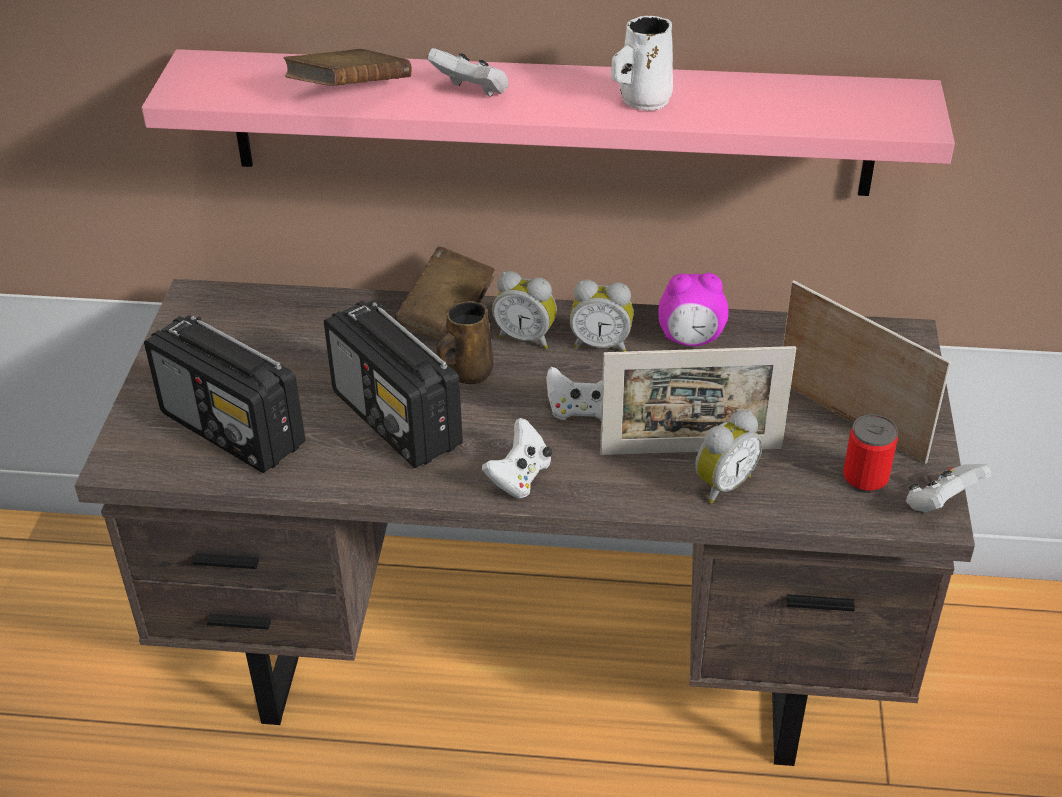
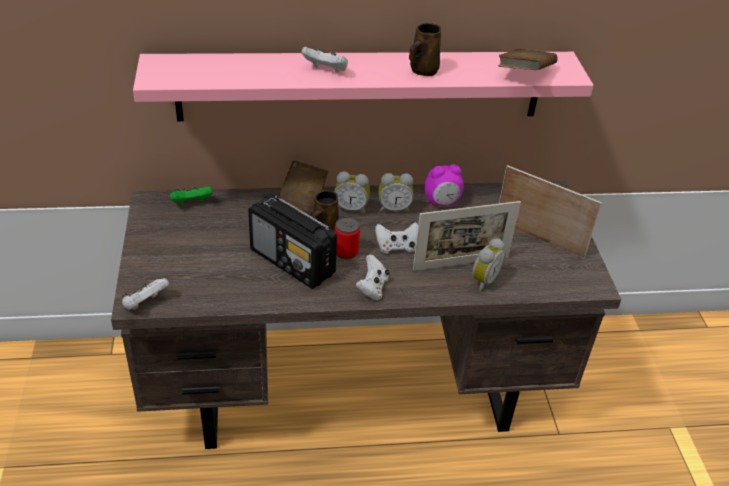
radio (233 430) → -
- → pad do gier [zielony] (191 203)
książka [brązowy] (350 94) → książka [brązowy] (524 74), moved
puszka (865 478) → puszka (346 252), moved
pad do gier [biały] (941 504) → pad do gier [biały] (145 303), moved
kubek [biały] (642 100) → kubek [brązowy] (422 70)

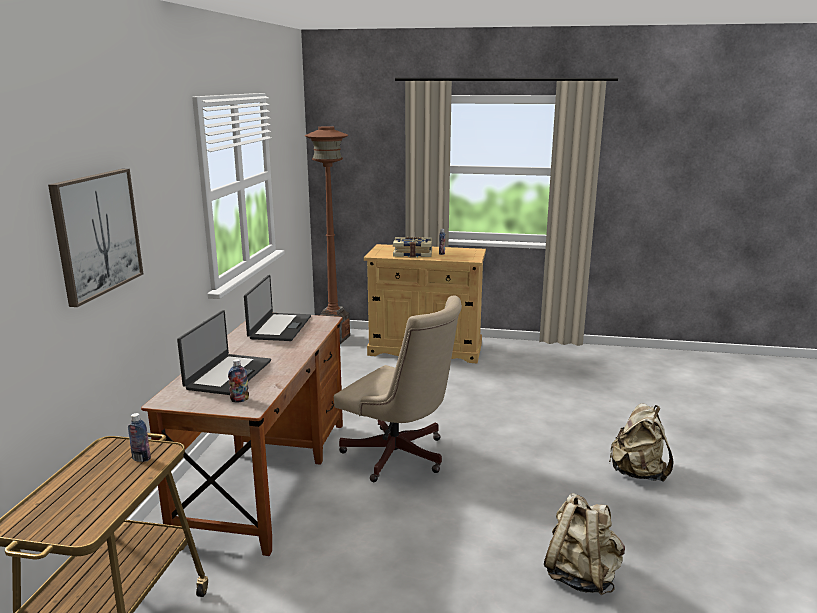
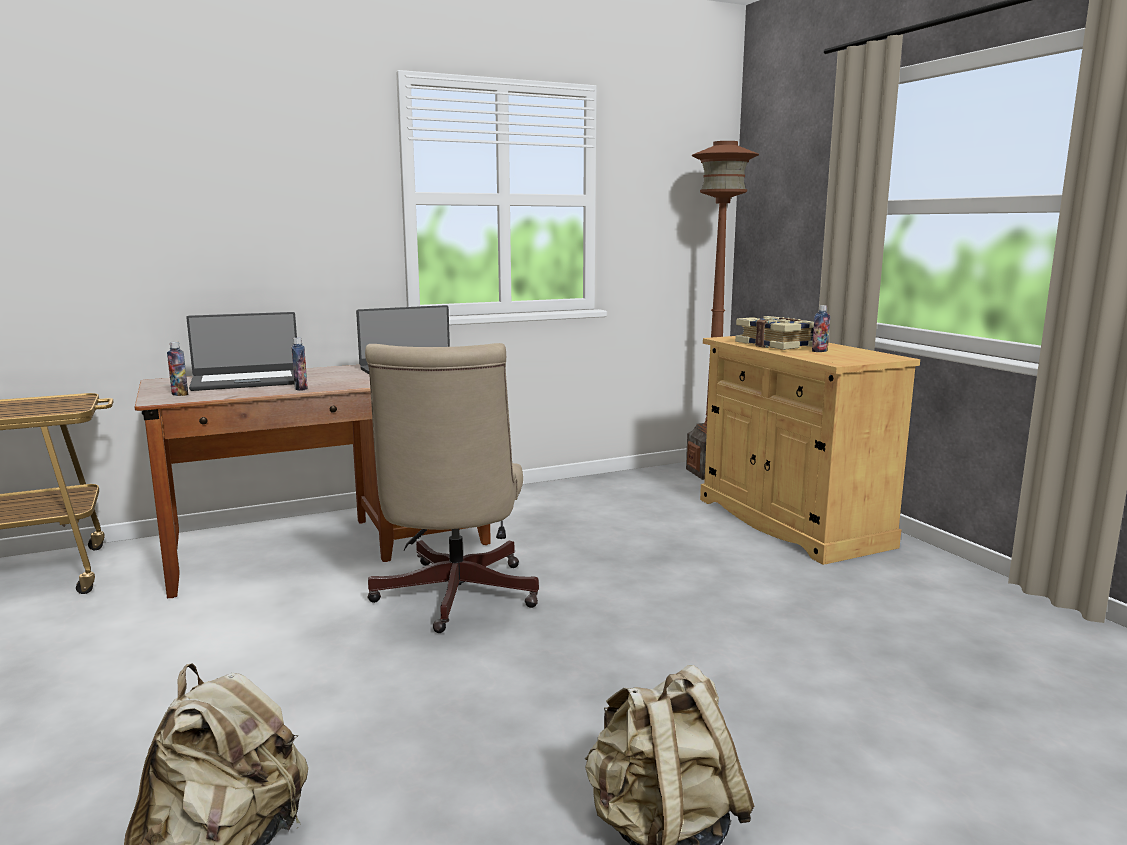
obraz (97 234) → -
butelka (141 458) → butelka (301 388), moved

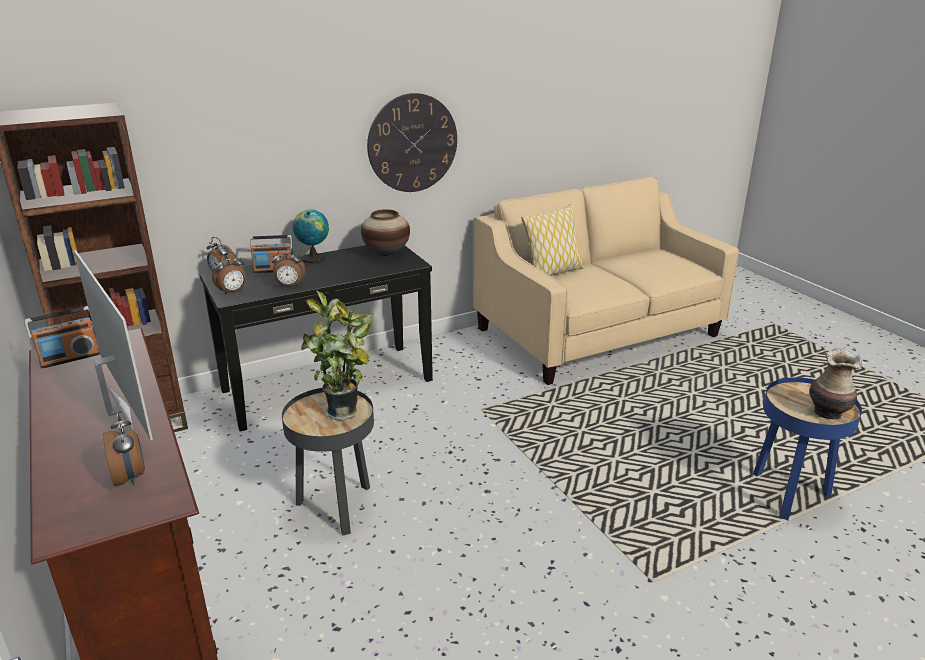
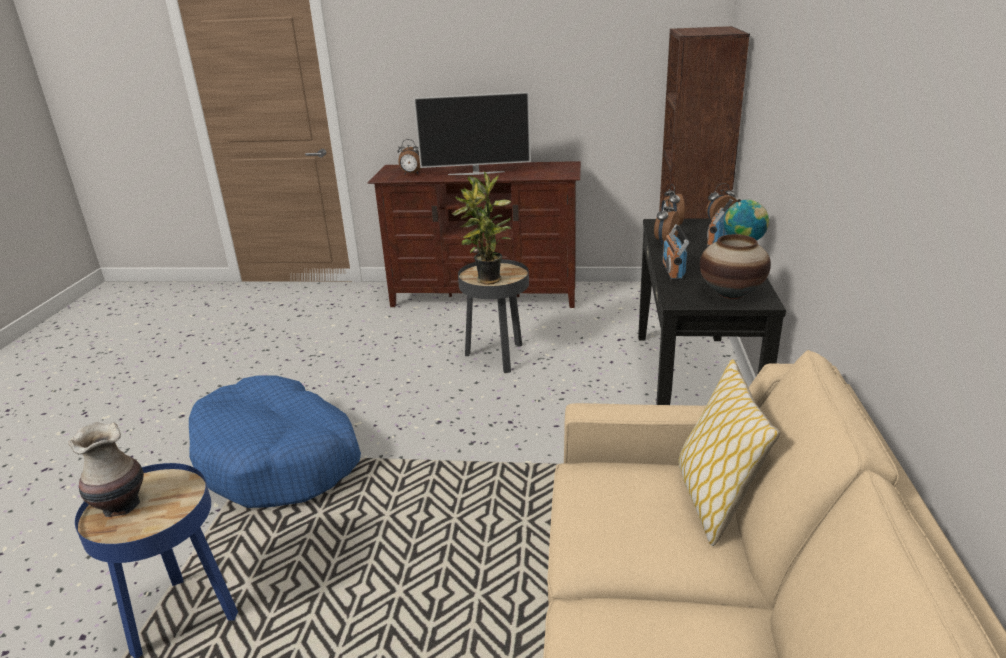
zegar ścienny (412 143) → -
- → legowisko [niebieski] (278 459)
radio (70 358) → radio (672 271), moved

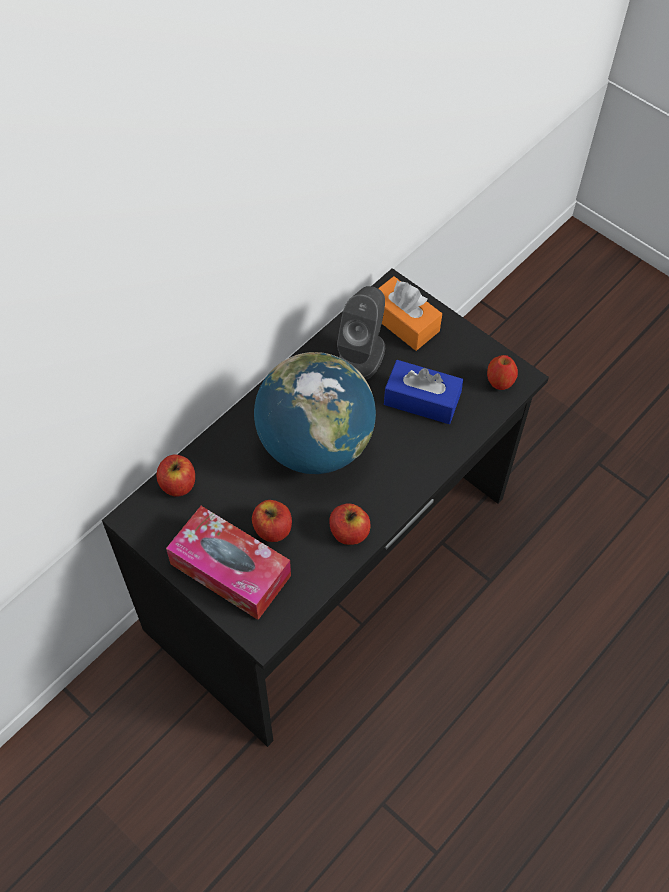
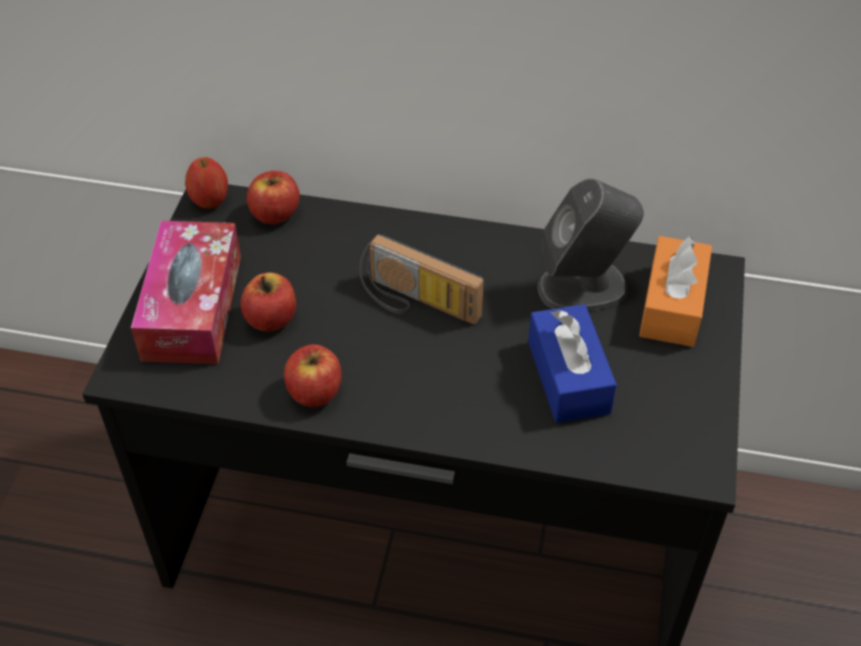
jabłko (499 382) → jabłko (210 200), moved
globus (315 445) → radio (416 303)

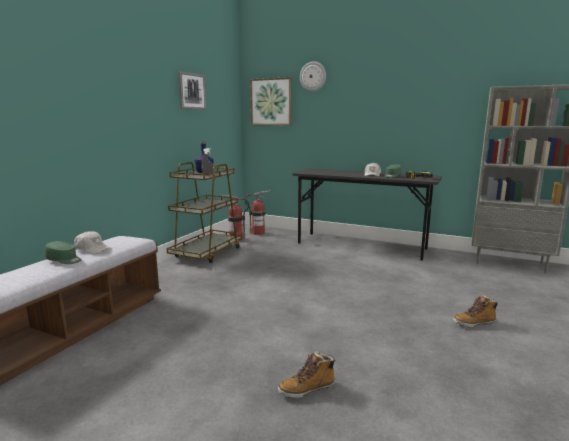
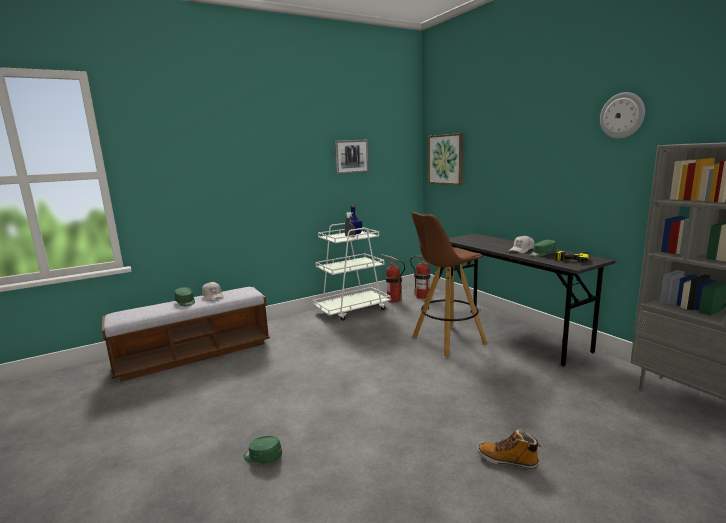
- → stołek [brązowy] (447 340)
zegar ścienny (313 76) → zegar ścienny (622 115), moved
but z cholewką (307 389) → czapka z daszkiem [zielony] (262 457)
wózek [brązowy] (207 253) → wózek [biały] (352 309)

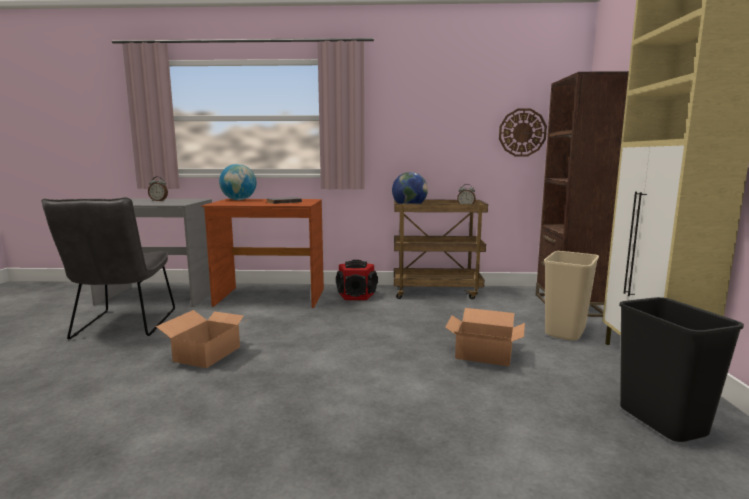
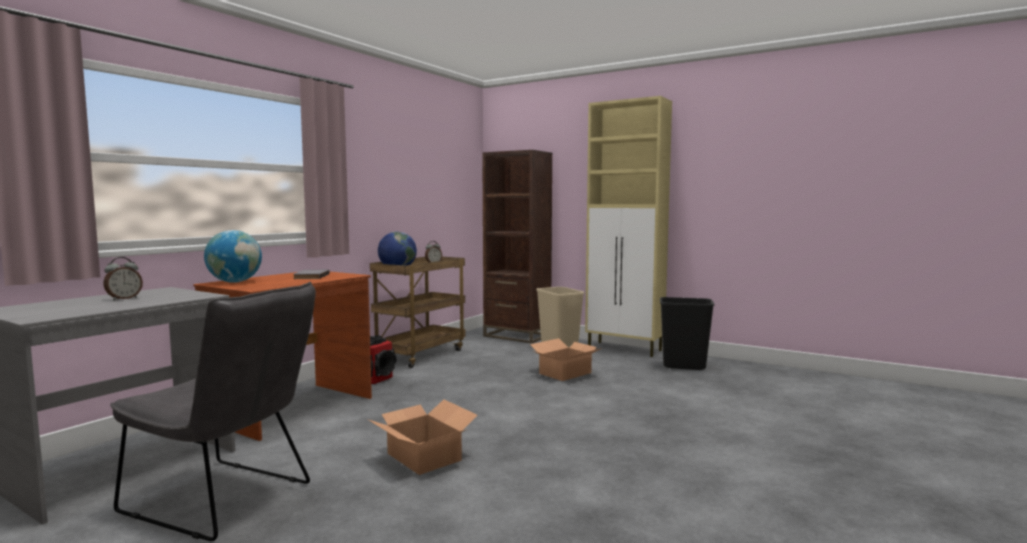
zegar ścienny (522 132) → -

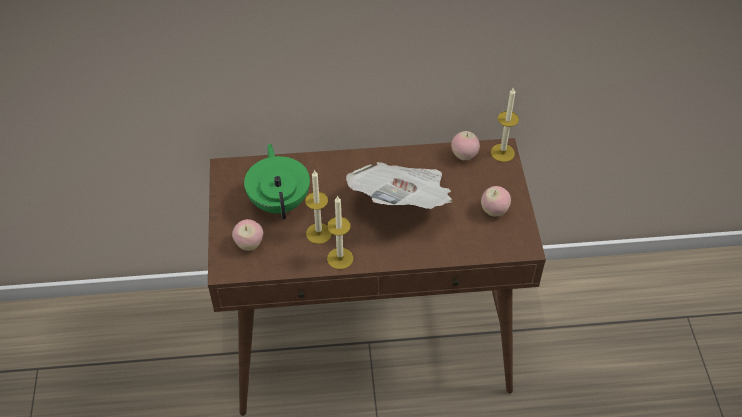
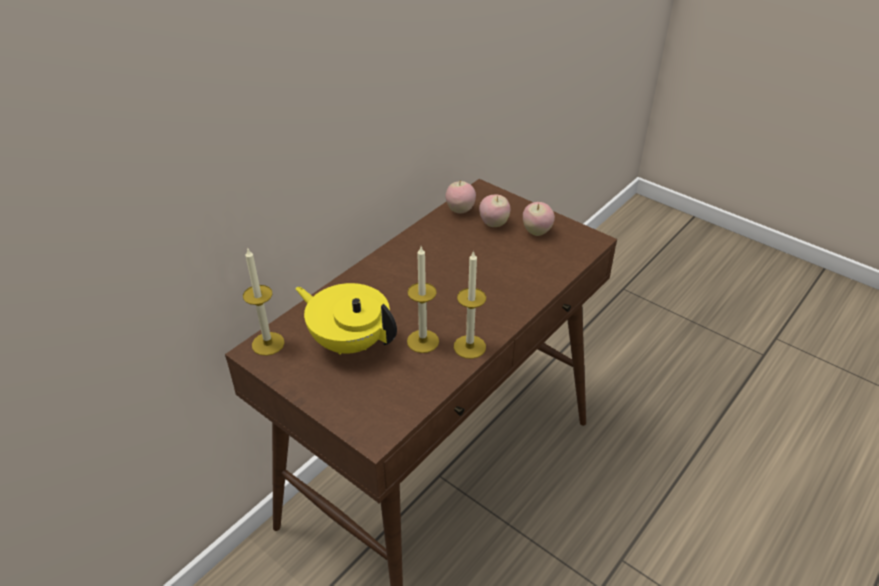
gazeta (403 202) → -
jabłko (249 244) → jabłko (493 224), moved
świeca (502 153) → świeca (268 343), moved
imbryk [zielony] (280 201) → imbryk [żółty] (350 341)

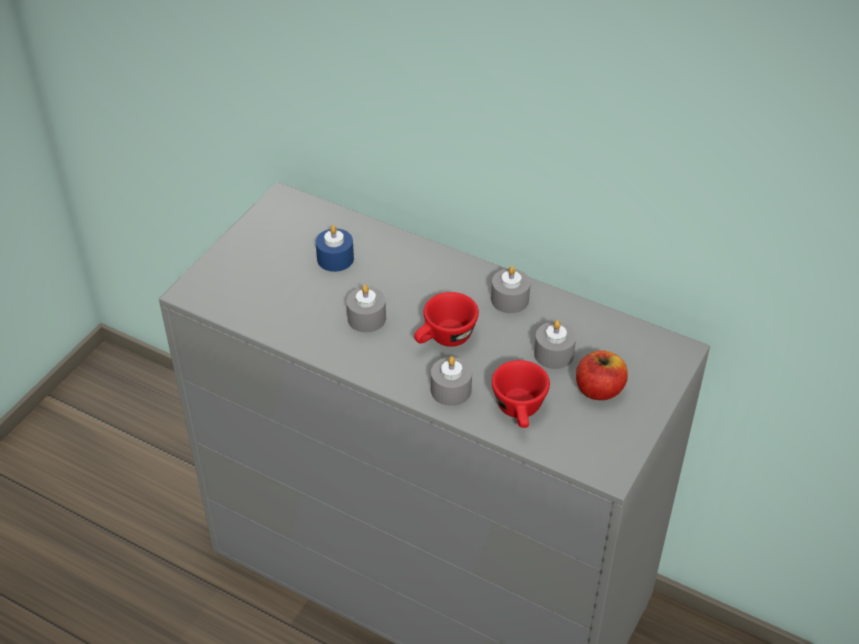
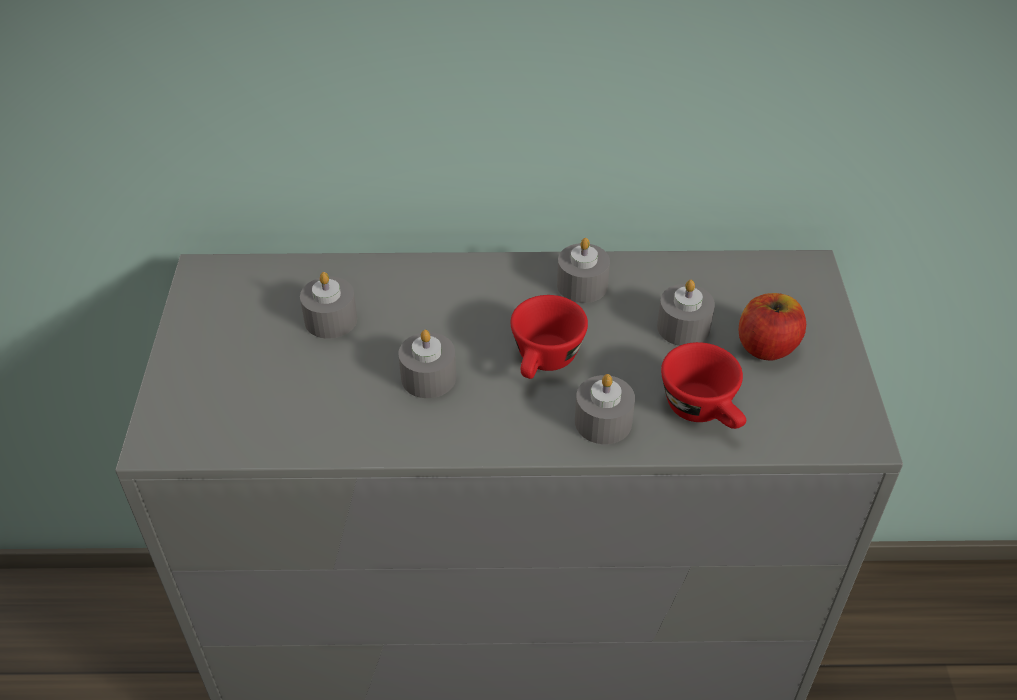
świeca [niebieski] (335 258) → świeca [szary] (331 319)

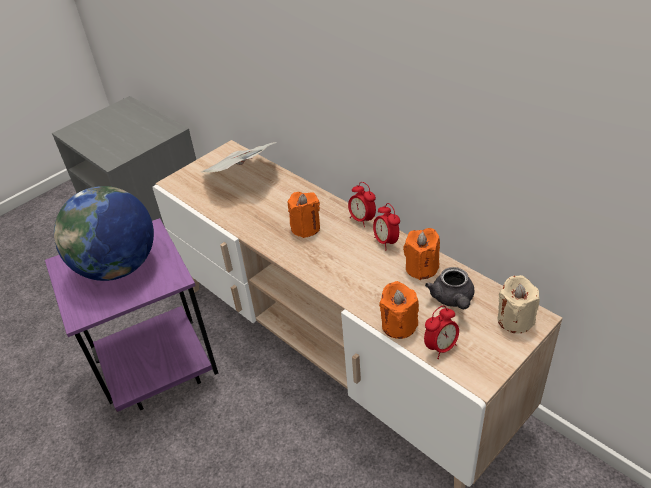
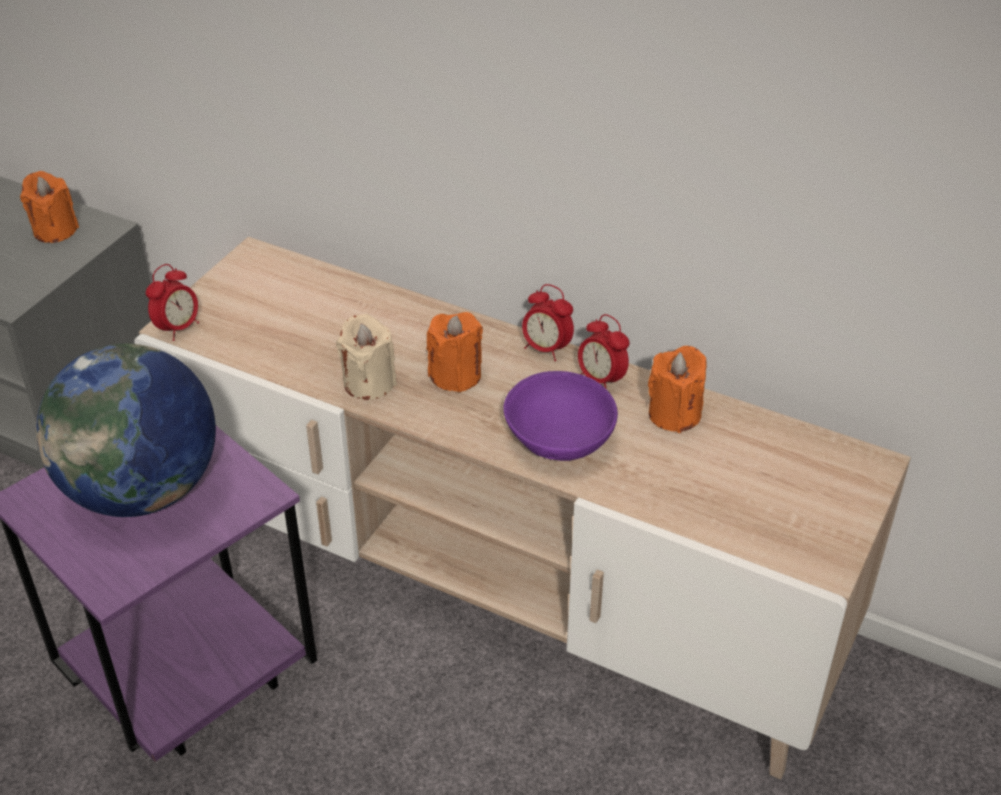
gazeta (241 175) → -
imbryk [szary] (453 299) → -
- → miska [fioletowy] (560 438)
świeca [pomarańczowy] (398 325) → świeca [pomarańczowy] (55 230), moved
budzik (440 347) → budzik (178 328), moved
świeca [beżowy] (515 320) → świeca [beżowy] (369 383), moved

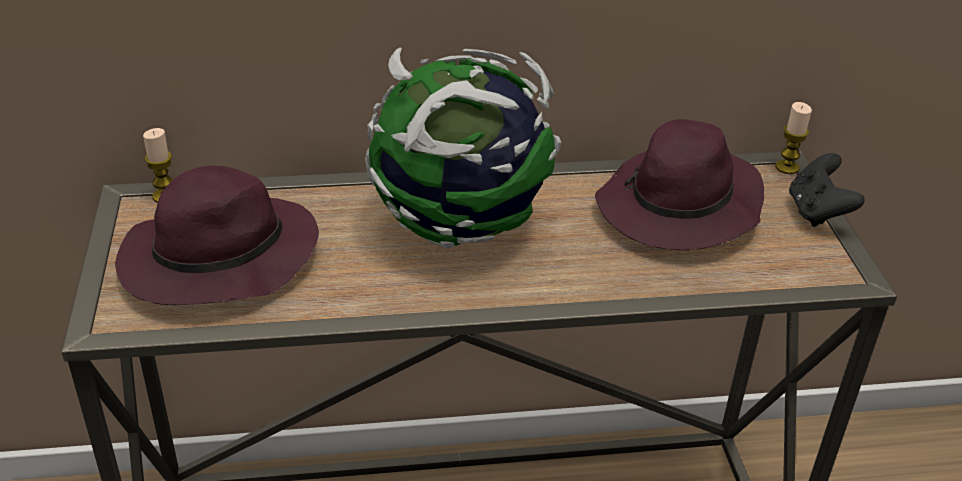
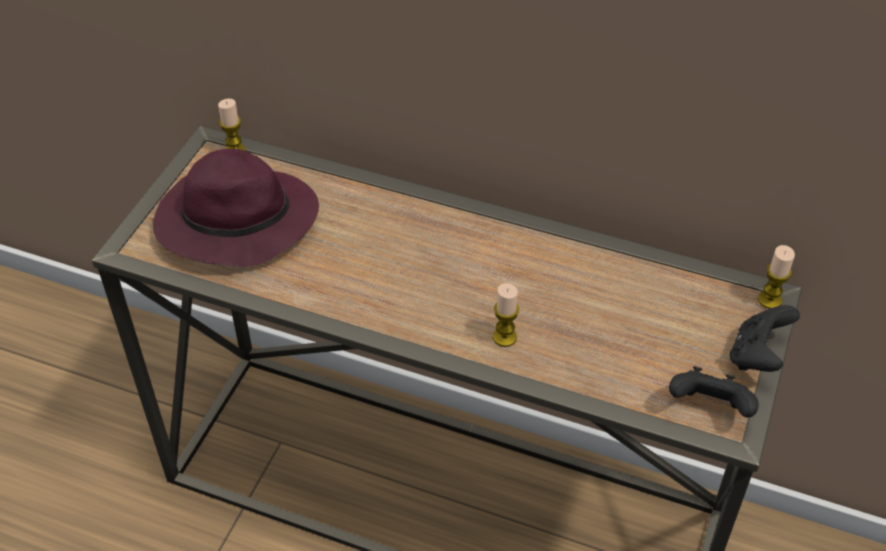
globus (461 227) → -
kapelusz [fioletowy] (679 208) → -
- → świeca (504 337)
- → pad do gier [czarny] (709 408)

